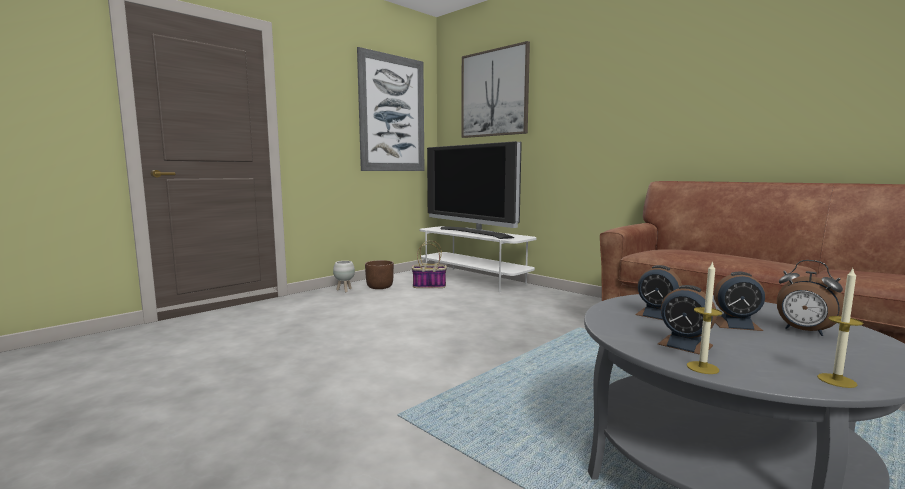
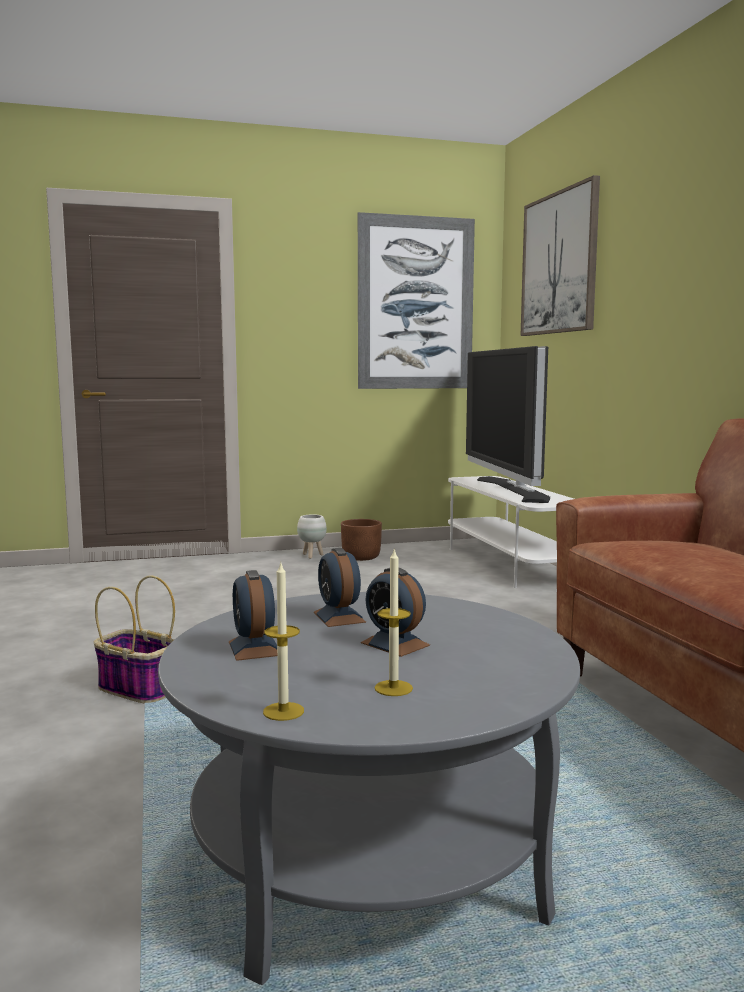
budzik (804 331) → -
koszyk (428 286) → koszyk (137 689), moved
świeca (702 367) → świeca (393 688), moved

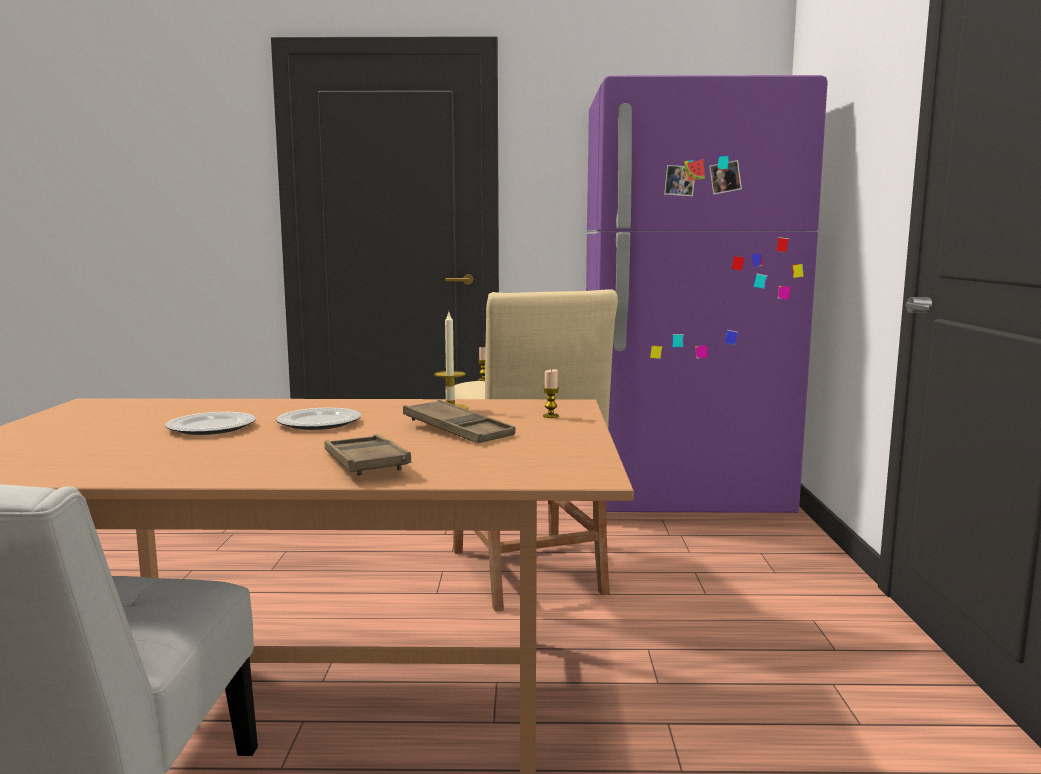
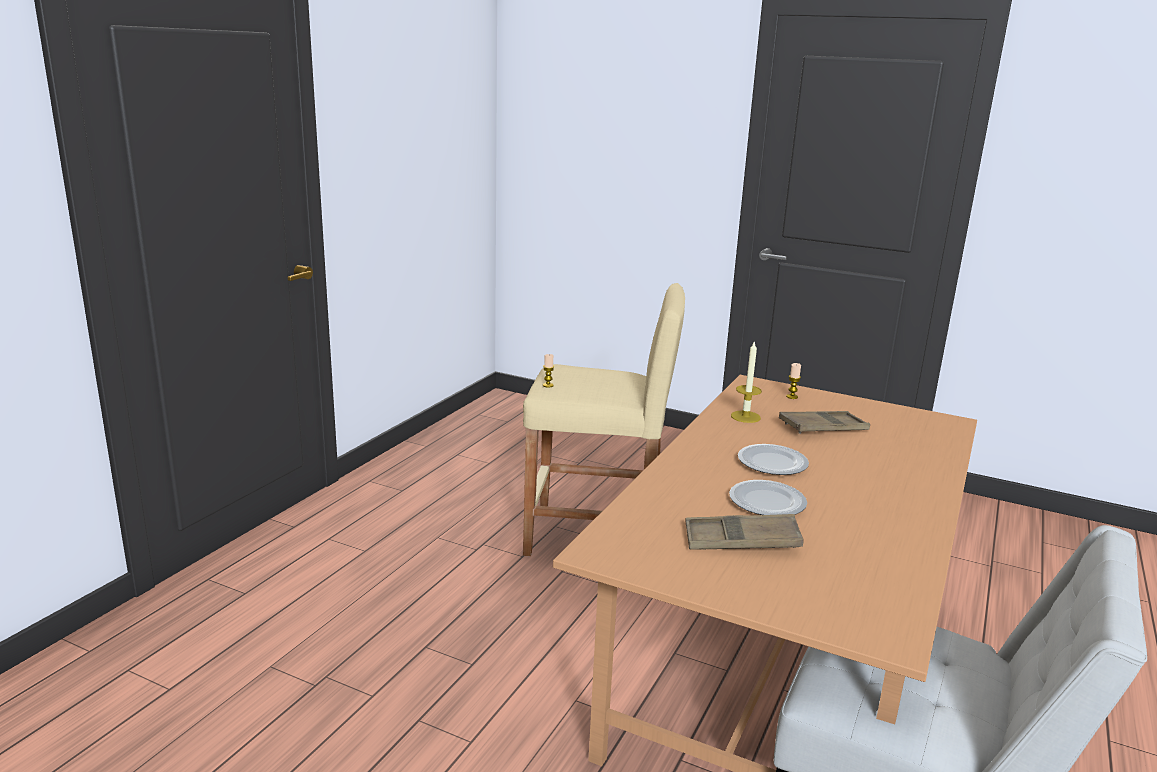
lodówka [fioletowy] (681 496) → -
taca [brązowy] (365 463) → taca [brązowy] (741 541), moved

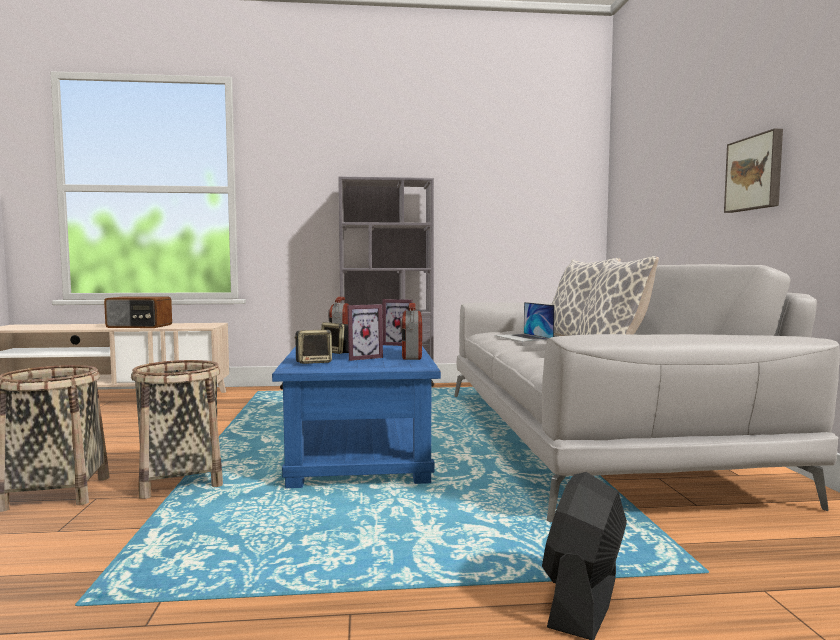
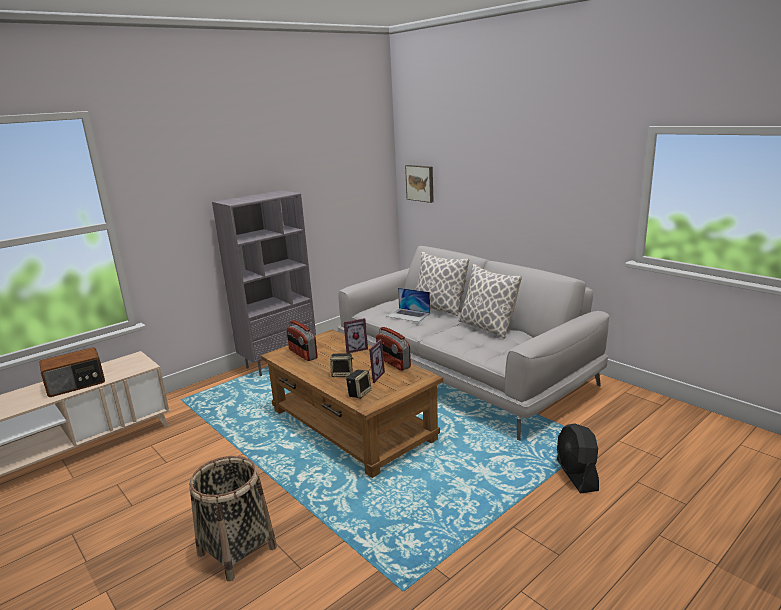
koszyk (181 480) → -
obraz (755 173) → obraz (420 183), moved
ława [niebieski] (360 444) → ława [brązowy] (352 425)

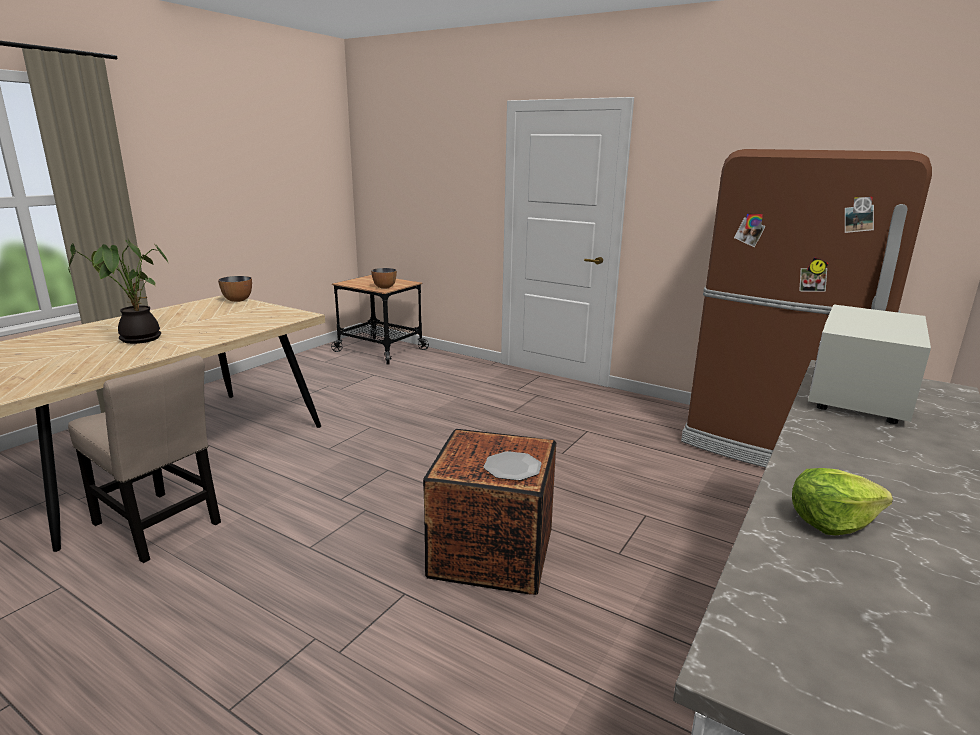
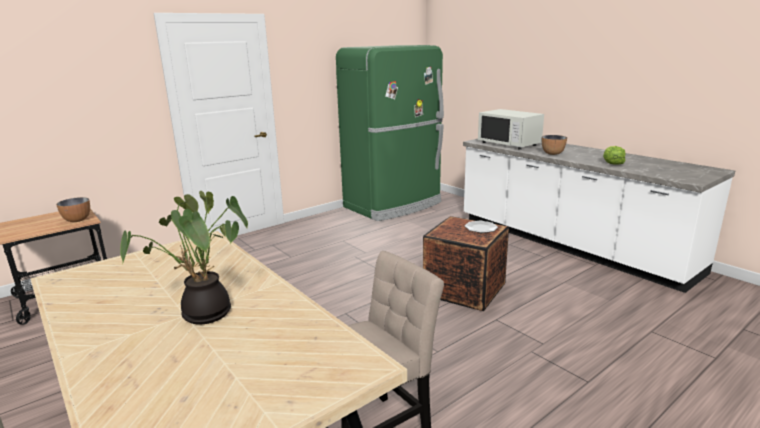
miska (238 300) → miska (552 153), moved
lodówka [brązowy] (771 444) → lodówka [zielony] (394 205)

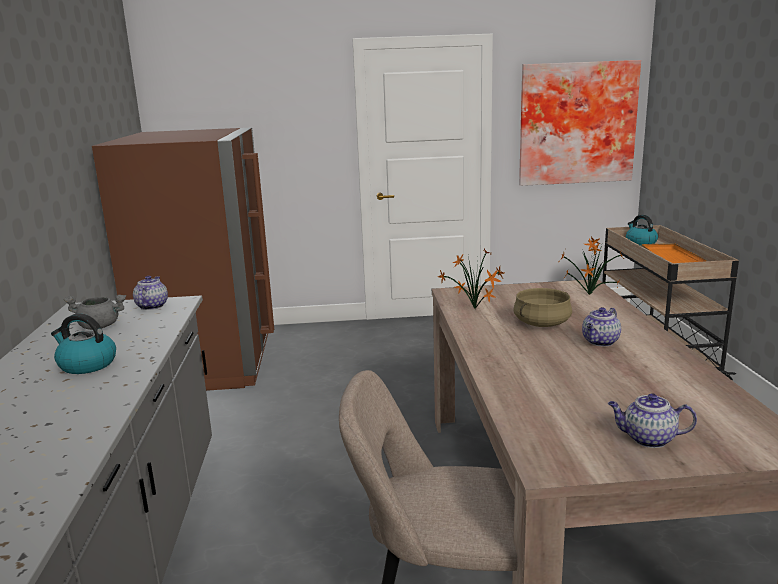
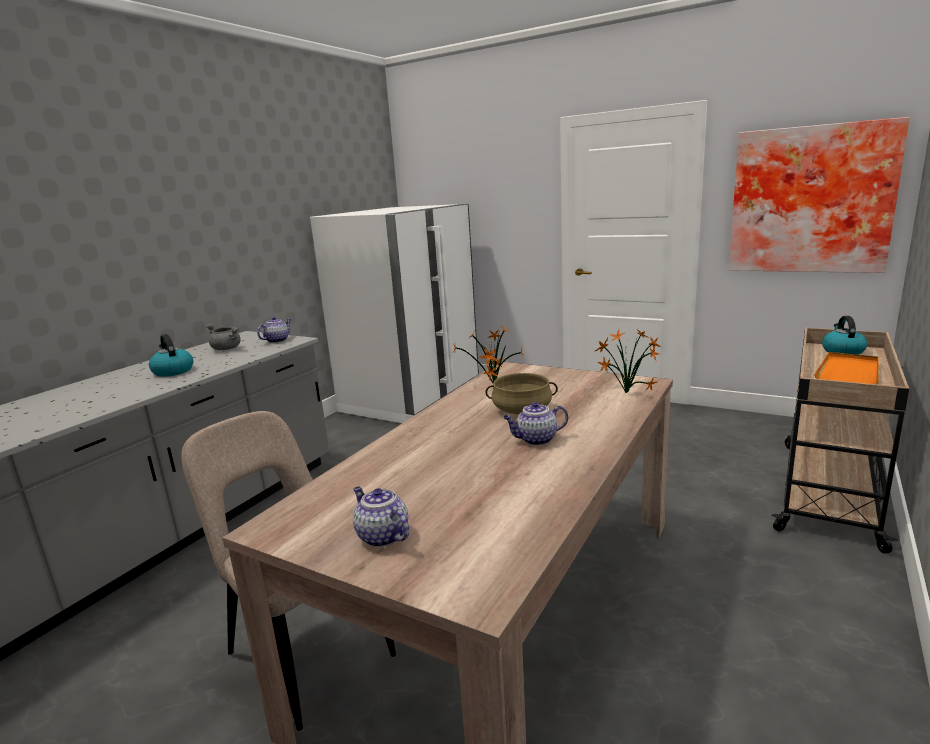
lodówka [brązowy] (211 359) → lodówka [biały] (412 397)

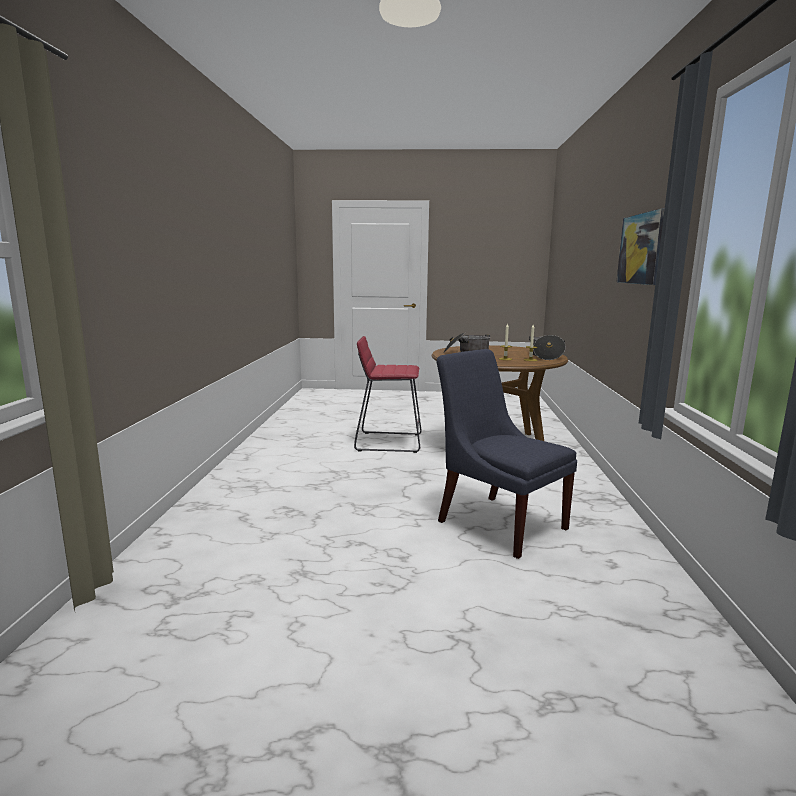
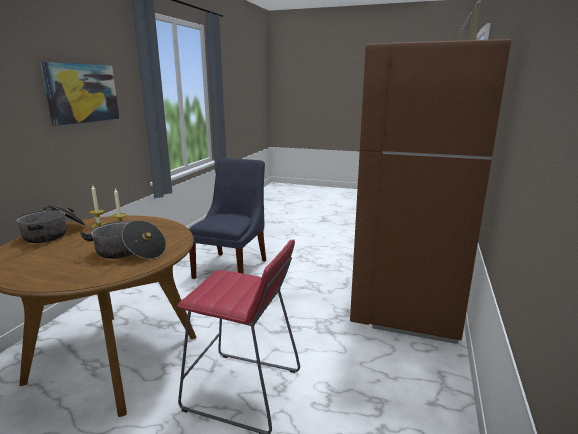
- → lodówka [brązowy] (406 305)
krzesło [niebieski] (498 522) → krzesło [niebieski] (232 267), 135 degrees counterclockwise

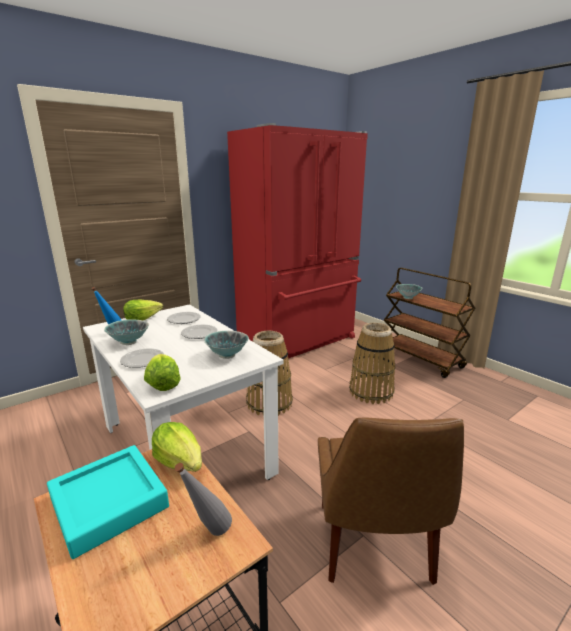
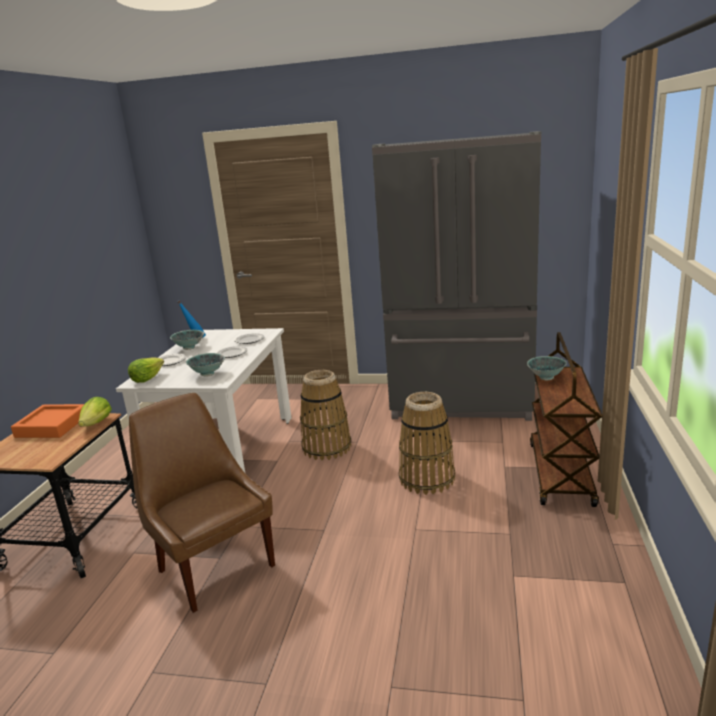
sałata (142 319) → -
butelka [szary] (208 536) → -
taca [turkusowy] (109 502) → taca [pomarańczowy] (52 426)
lodówka [czerwony] (299 340) → lodówka [szary] (462 403)
krzesło [brązowy] (374 545) → krzesło [brązowy] (214 566), 90 degrees clockwise

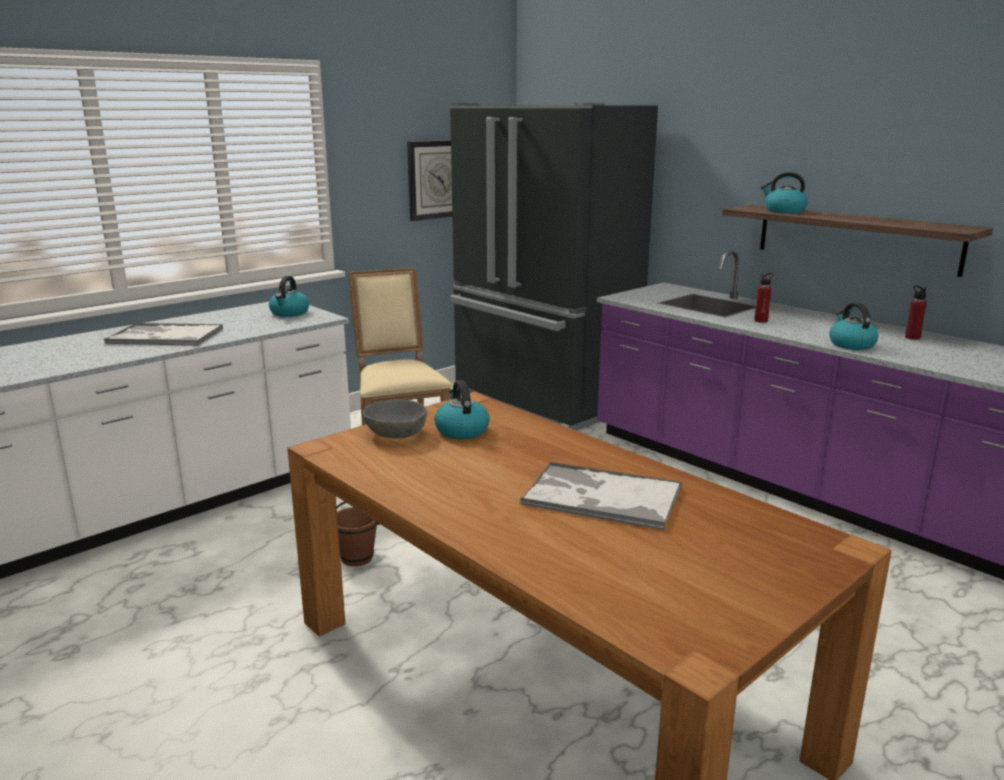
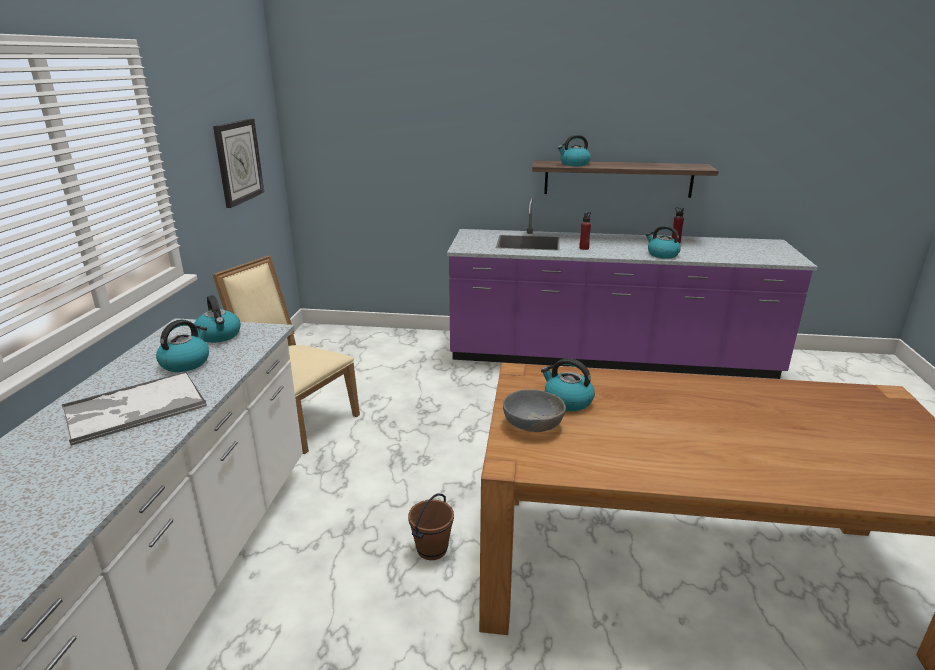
lodówka [czarny] (542 401) → -
taca (600 496) → -
- → czajnik (186 363)

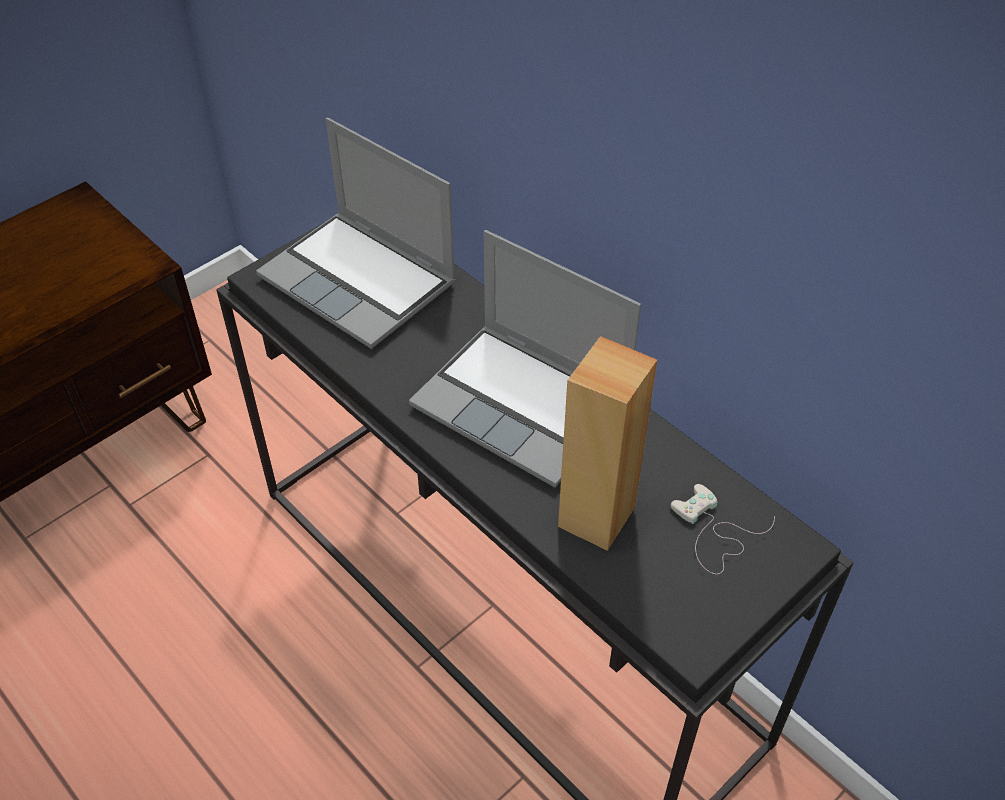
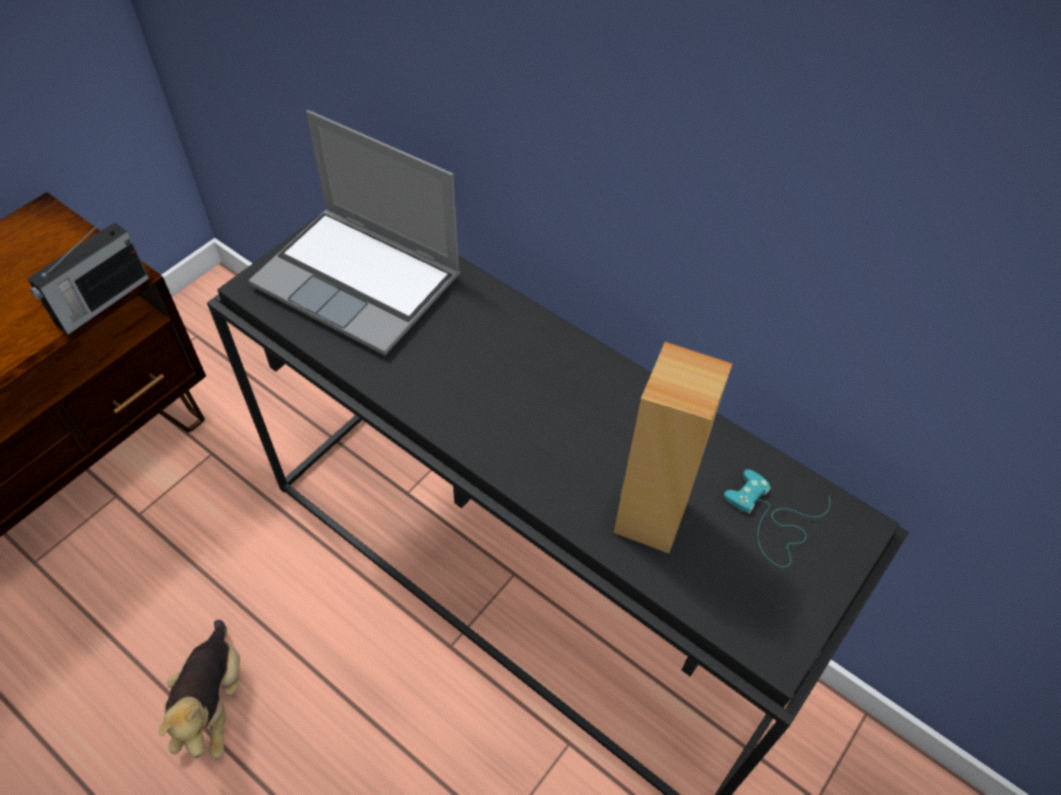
laptop (524 405) → -
- → radio (101 302)
- → pluszak (213 702)
pad do gier [biały] (714 533) → pad do gier [turkusowy] (772 520)

